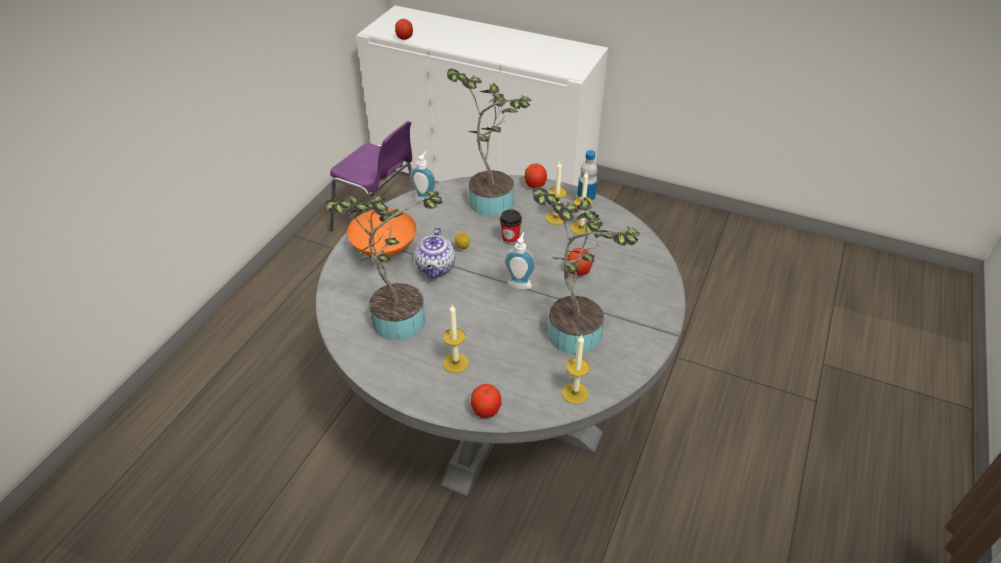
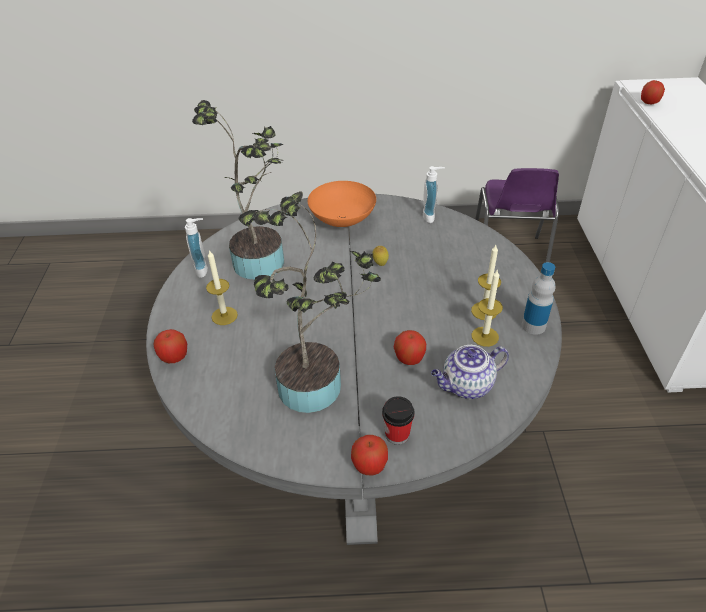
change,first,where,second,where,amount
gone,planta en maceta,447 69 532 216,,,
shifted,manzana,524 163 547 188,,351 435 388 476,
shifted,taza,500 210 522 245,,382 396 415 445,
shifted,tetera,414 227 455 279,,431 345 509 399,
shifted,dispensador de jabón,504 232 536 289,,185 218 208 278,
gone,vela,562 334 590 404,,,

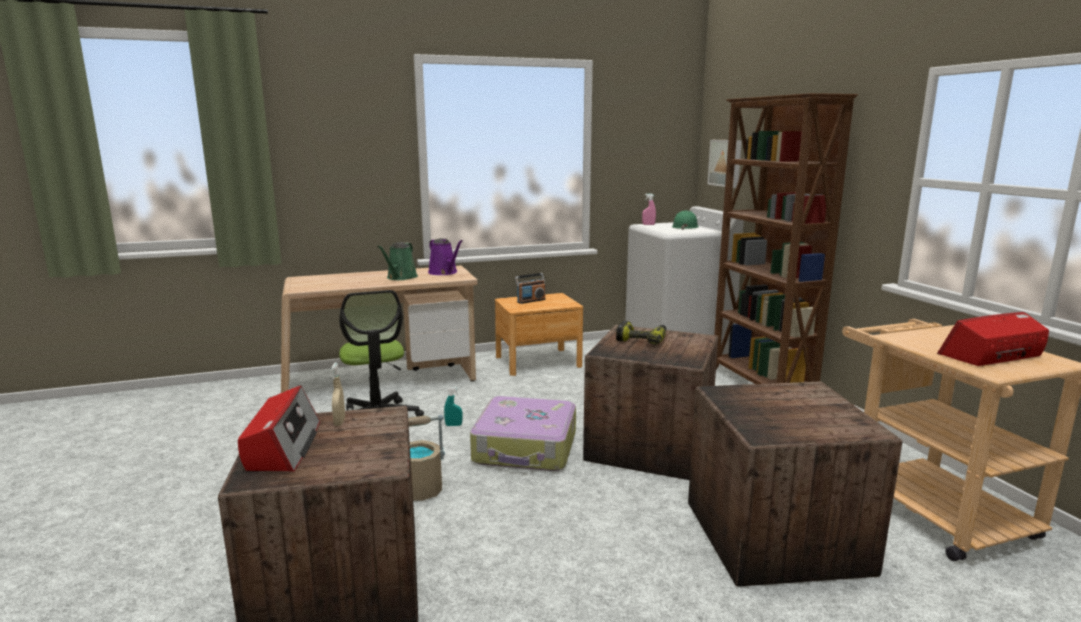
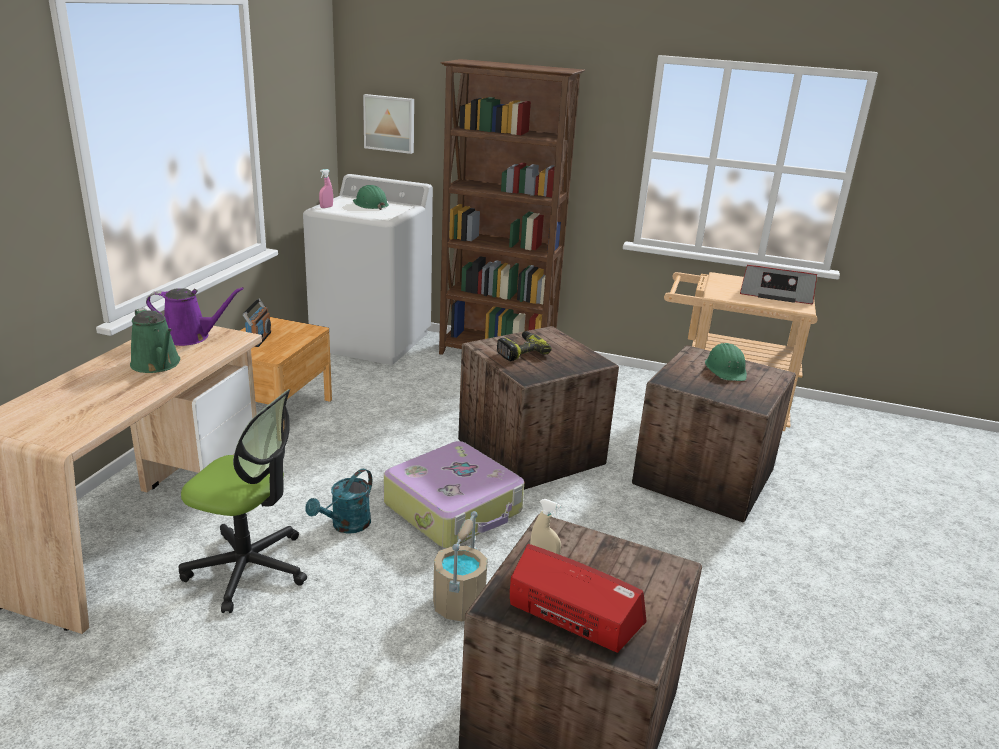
change,first,where,second,where,amount
rotated,radio,937 312 1049 366,,740 265 817 304,90 degrees counterclockwise
swapped,pulverizador/turquesa,444 387 462 426,regadera/turquesa,305 469 372 534,
new,,,casco/verde,705 343 747 381,

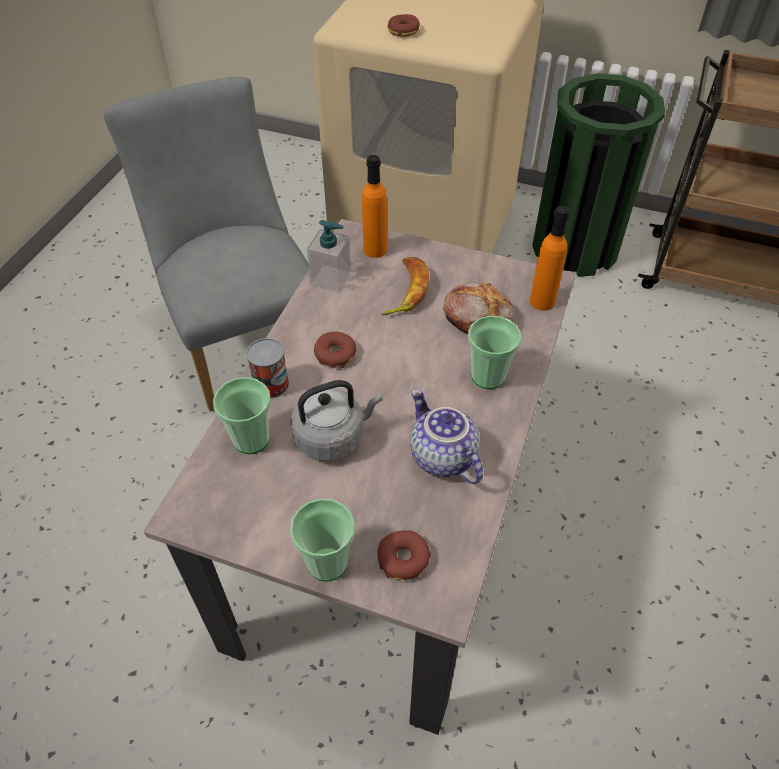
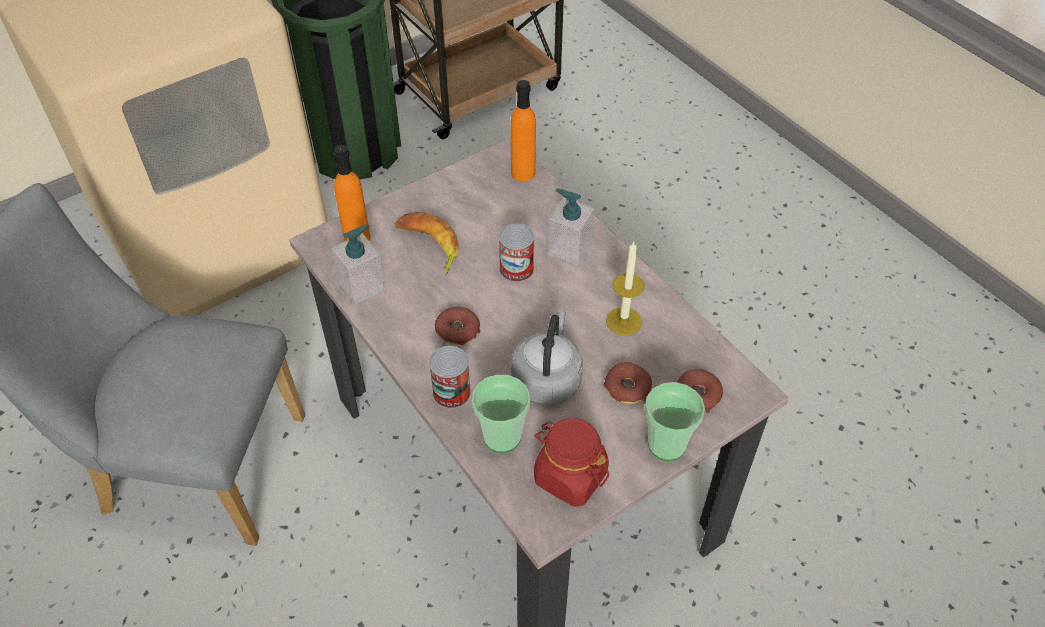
change,first,where,second,where,amount
shifted,rosquilla,388 14 420 37,,604 362 652 405,
gone,pan,443 283 514 334,,,
swapped,taza,468 316 521 389,dispensador de jabón,548 189 595 265,
swapped,tetera,410 389 483 484,vela,606 242 644 336,
new,,,lata,499 224 534 282,
new,,,tarro/rojo,534 418 609 507,

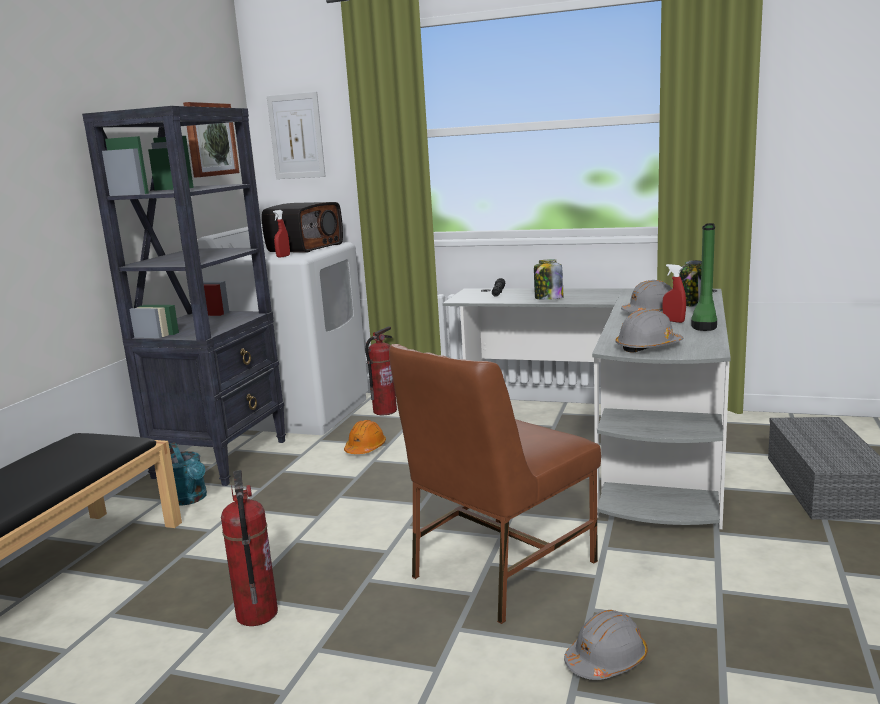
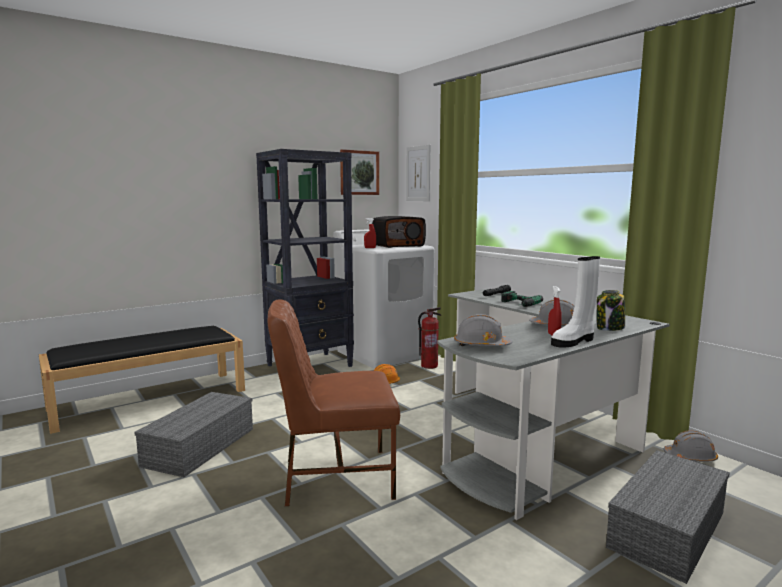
change,first,where,second,where,amount
repainted,bota/verde,691 223 717 331,bota/blanco,551 256 600 348,
swapped,tarro,534 259 563 300,taladro,501 291 543 307,
gone,regadera/turquesa,169 442 207 506,,,
swapped,extintor,221 470 278 626,caja de almacenaje/gris,134 392 253 477,
shifted,casco/gris,564 610 648 680,,663 430 718 462,

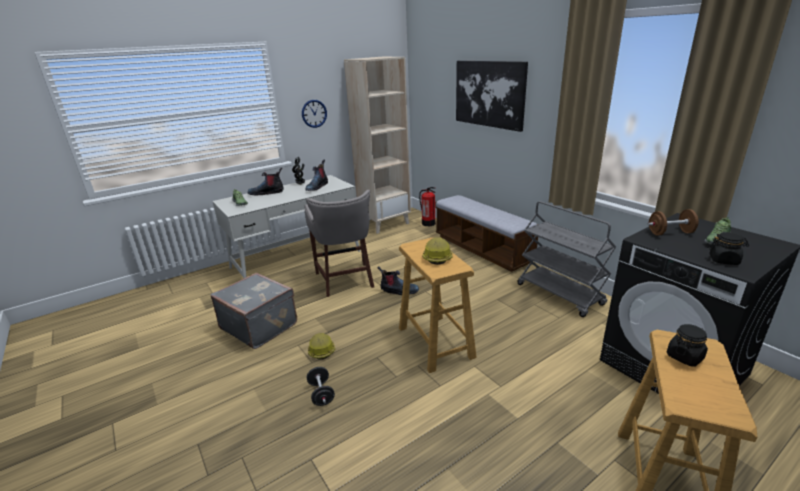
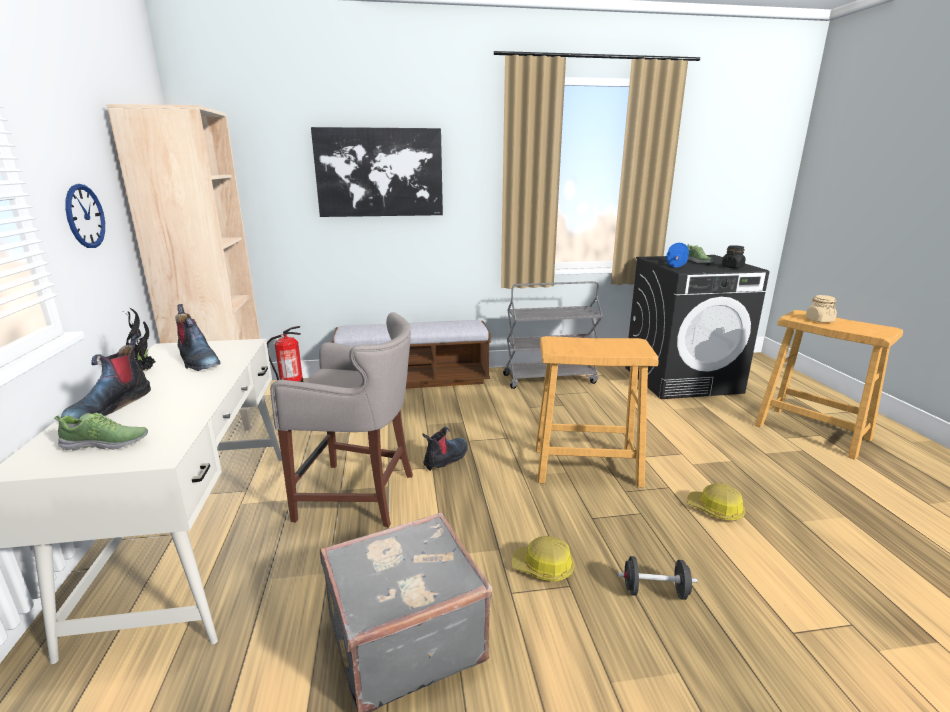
change,first,where,second,where,amount
repainted,mancuerna/marrón,648 209 699 236,mancuerna/azul,666 243 689 267,
shifted,casco,422 237 453 265,,687 483 746 521,
repainted,tarro/negro,667 324 708 367,tarro/beis,806 295 837 322,

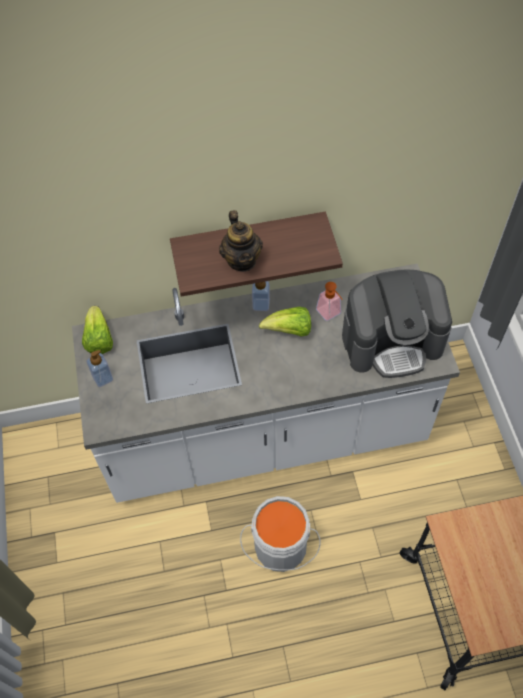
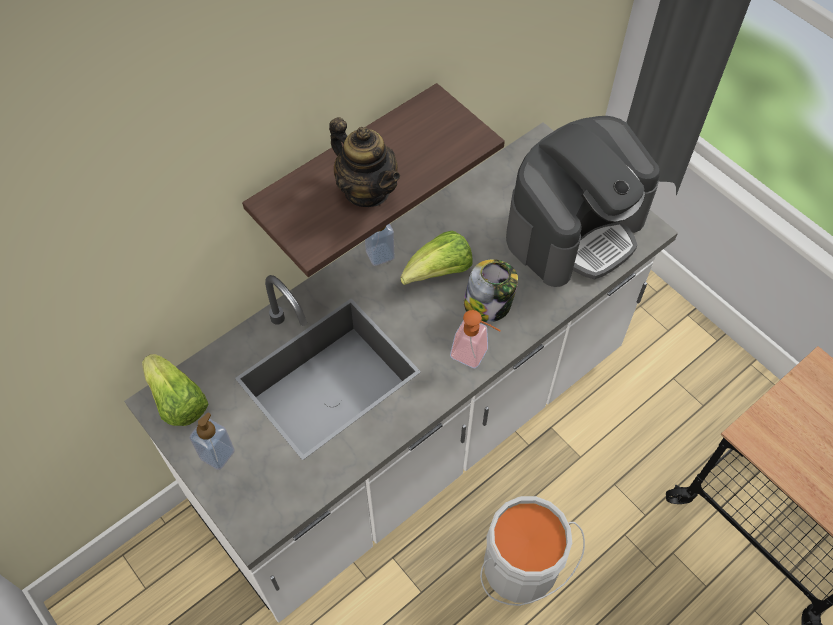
change,first,where,second,where,amount
shifted,dispensador de jabón,316 282 343 321,,450 310 501 368,
new,,,tarro,464 259 518 322,

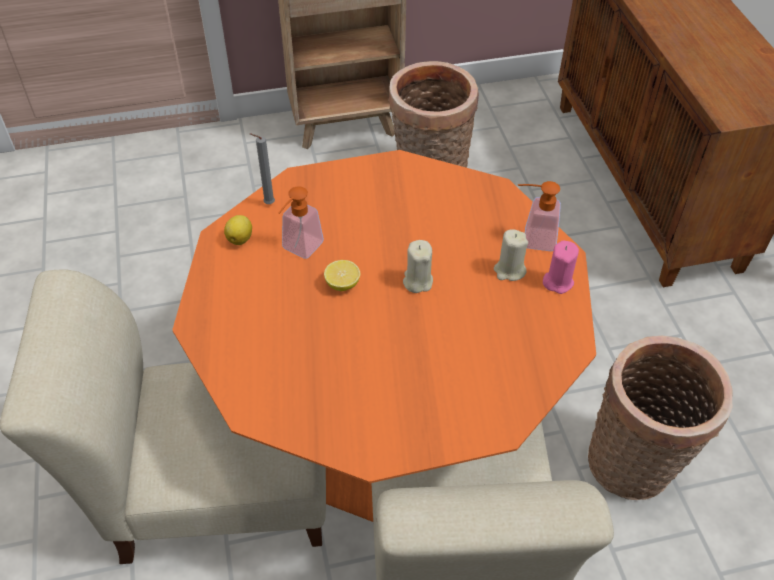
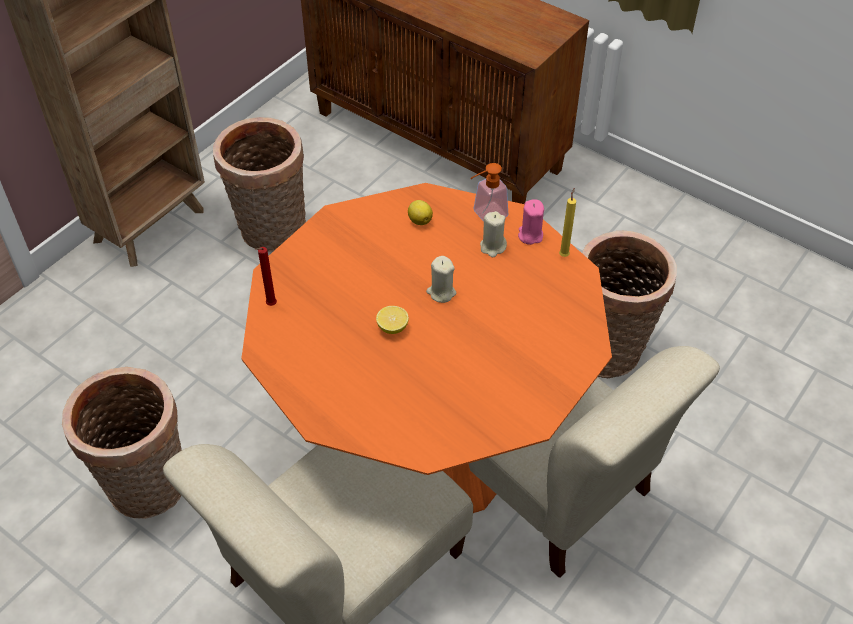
change,first,where,second,where,amount
repainted,vela/gris,250 134 275 204,vela/rojo,255 247 277 306,
gone,dispensador de jabón,278 186 324 259,,,
shifted,limón,224 215 252 245,,408 200 433 225,
new,,,vela/amarillo,559 188 576 257,
new,,,cesta,62 367 182 519,

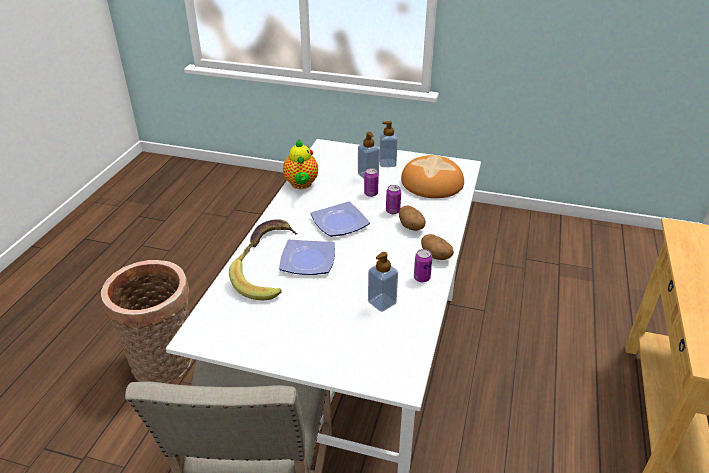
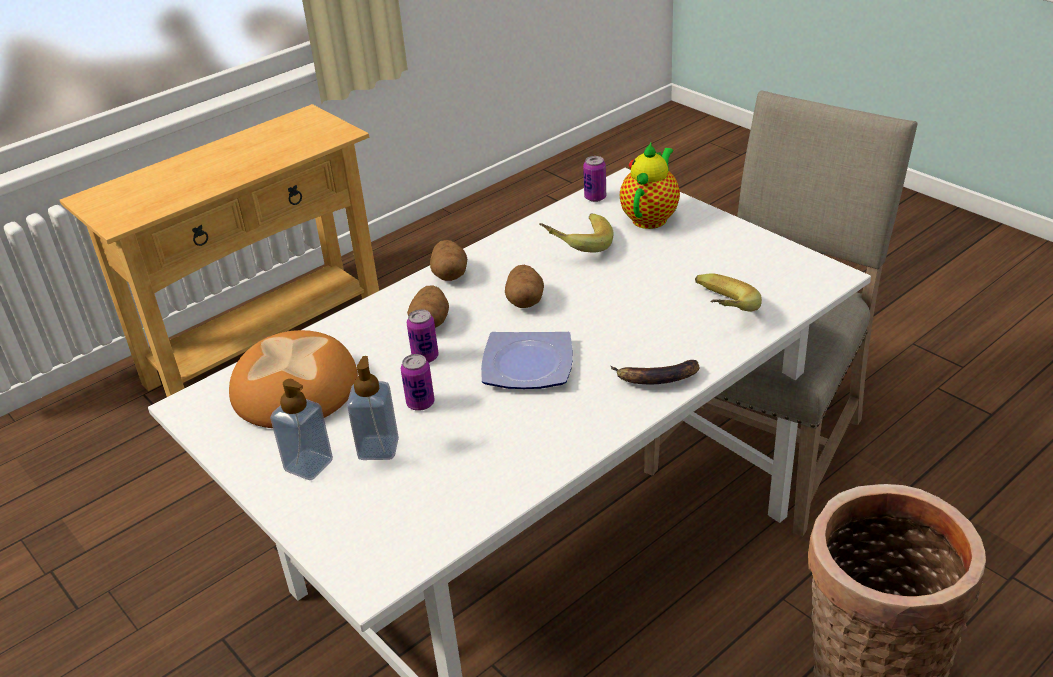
change,first,where,second,where,amount
shifted,tetera,283 140 318 189,,620 143 680 229,
gone,plato,279 240 335 275,,,
shifted,lata,414 249 432 282,,583 156 606 202,
swapped,dispensador de jabón,368 252 398 312,plátano,539 214 613 253,
new,,,patata,505 265 544 308,

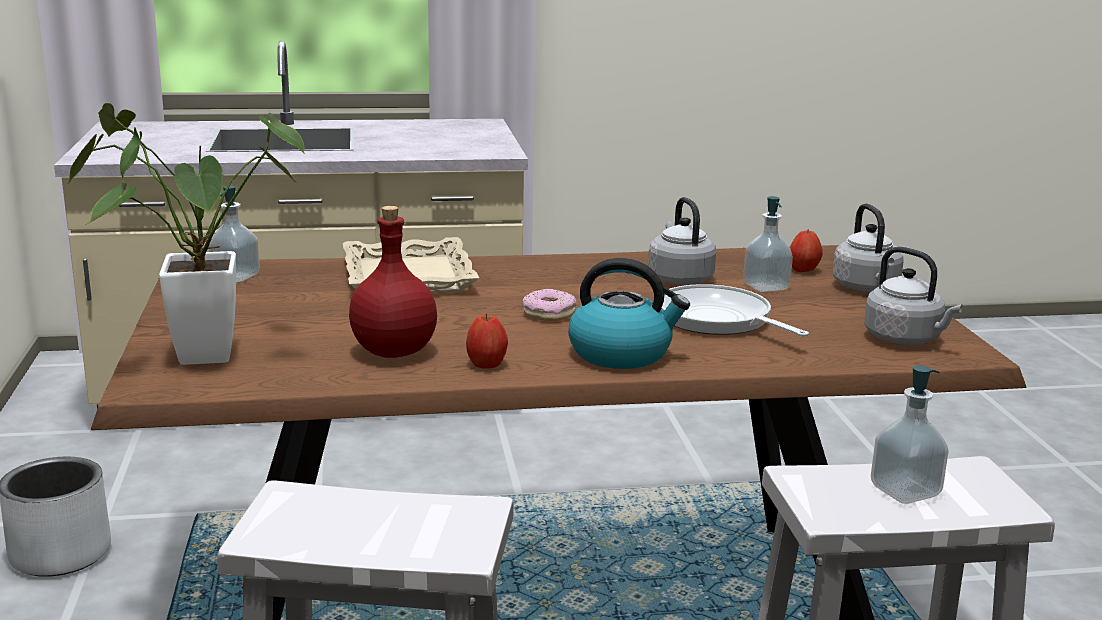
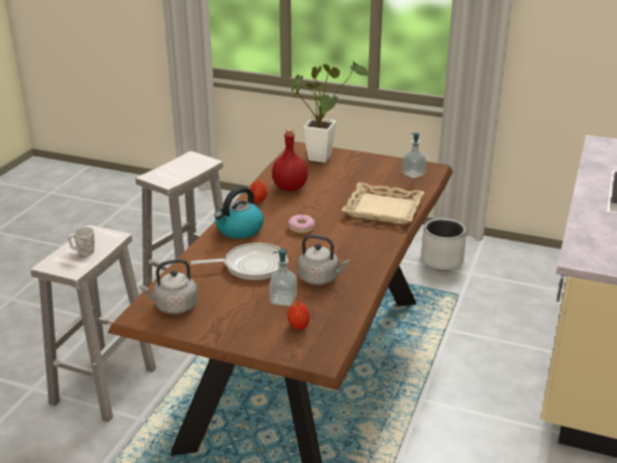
change,first,where,second,where,amount
gone,hervidor/gris,833 204 904 292,,,
swapped,dispensador de jabón,871 365 948 504,taza grande/blanco,68 227 95 256,

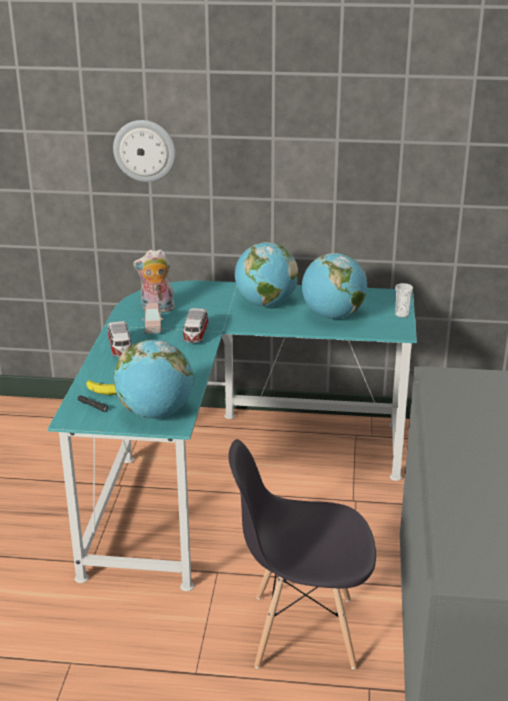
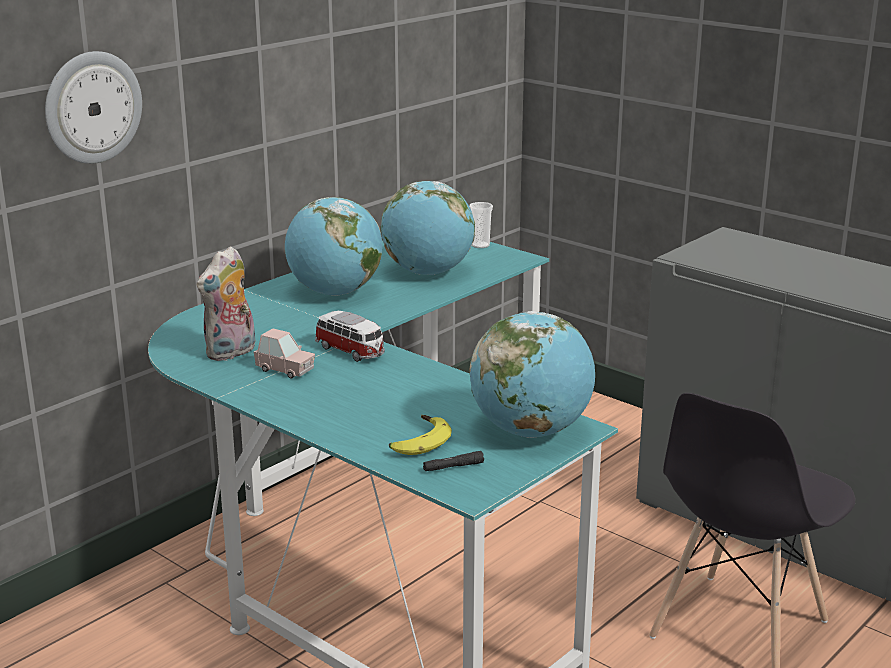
change,first,where,second,where,amount
gone,coche de juguete,108 321 132 357,,,

